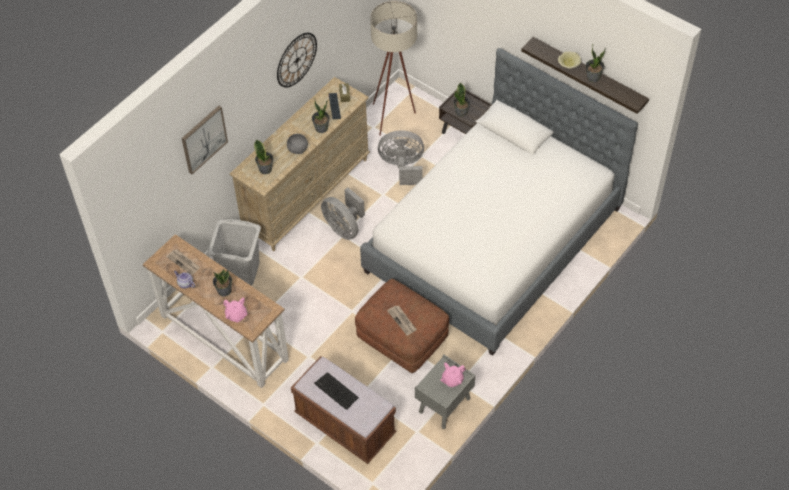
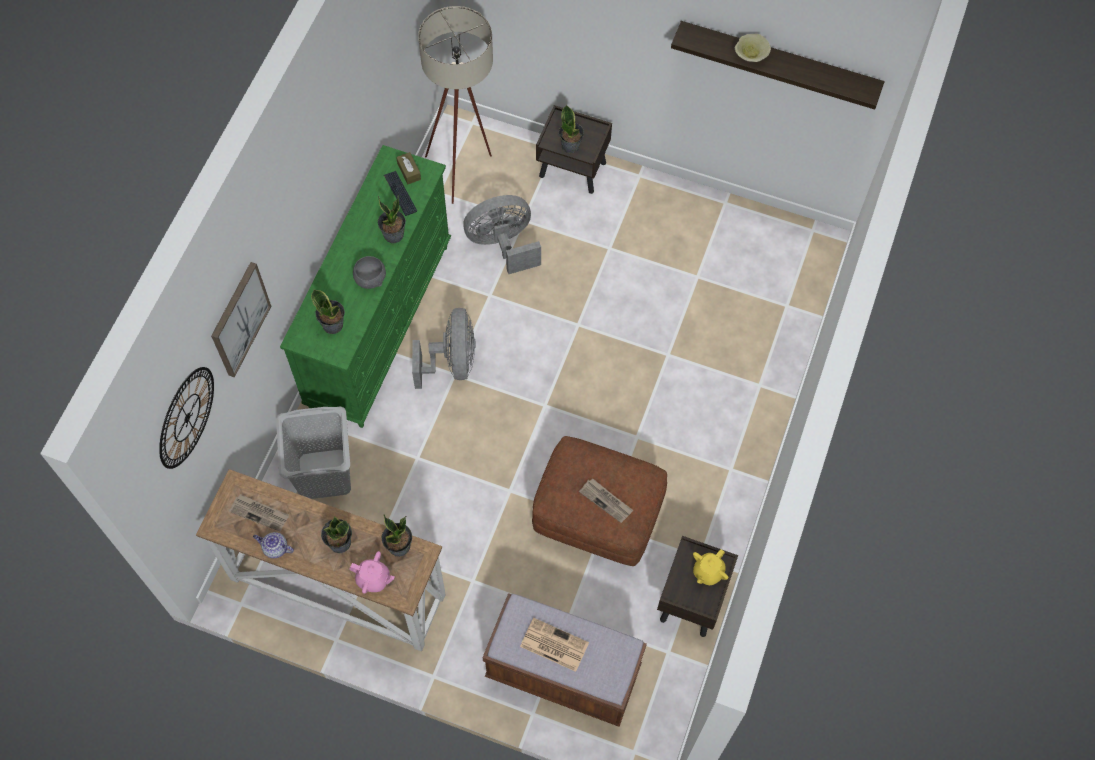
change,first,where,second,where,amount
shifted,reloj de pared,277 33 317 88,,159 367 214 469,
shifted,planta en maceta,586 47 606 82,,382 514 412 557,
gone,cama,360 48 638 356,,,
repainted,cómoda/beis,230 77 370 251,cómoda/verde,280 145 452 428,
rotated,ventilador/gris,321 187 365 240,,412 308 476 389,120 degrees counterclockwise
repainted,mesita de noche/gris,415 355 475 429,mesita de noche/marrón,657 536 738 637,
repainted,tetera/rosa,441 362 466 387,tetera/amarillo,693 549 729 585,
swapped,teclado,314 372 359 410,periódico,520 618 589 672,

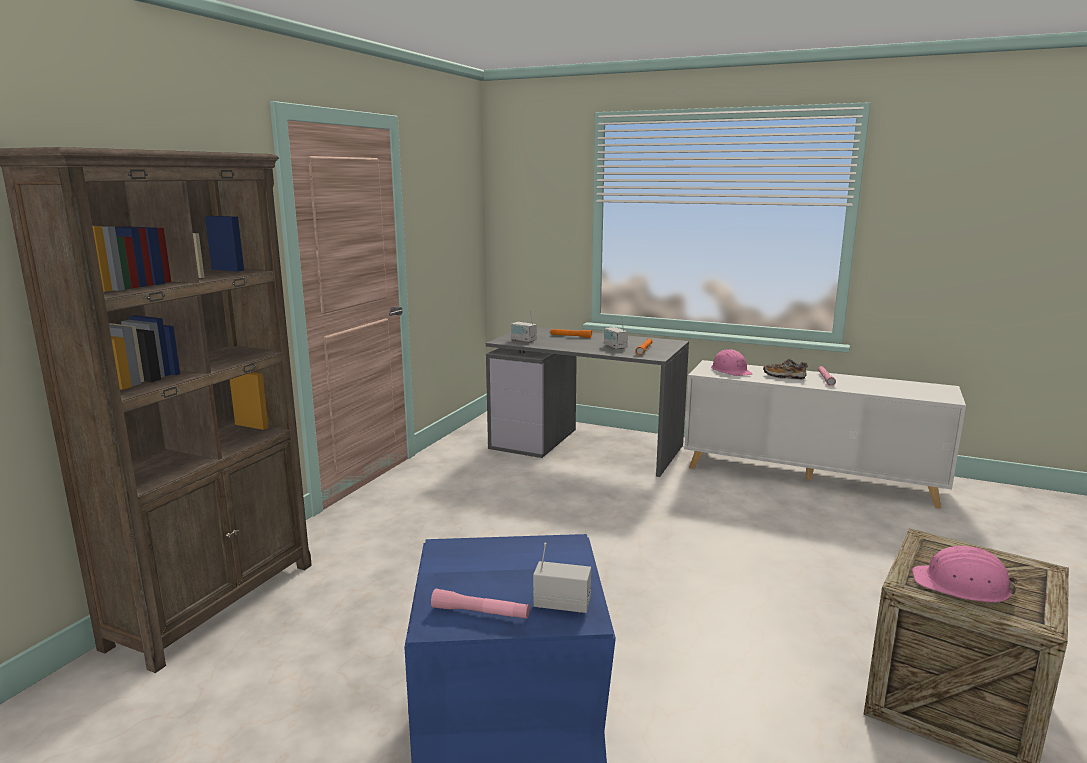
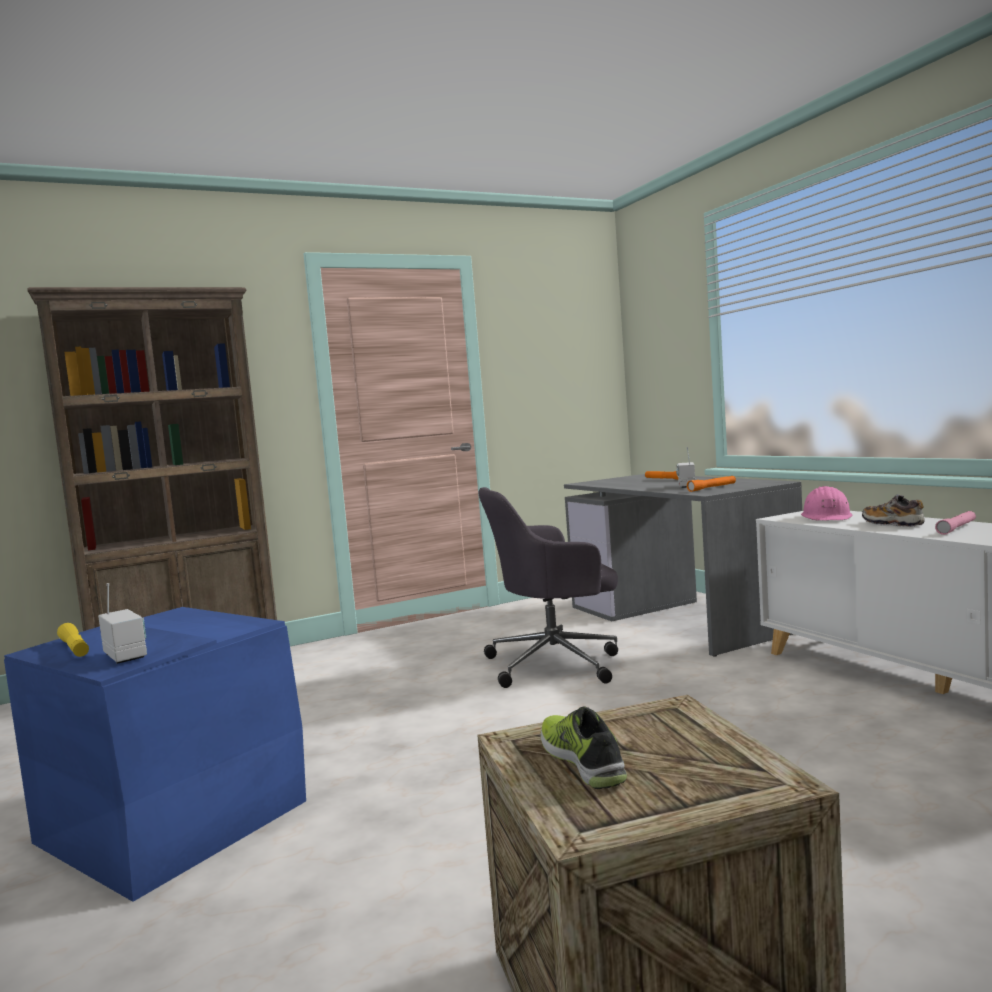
change,first,where,second,where,amount
gone,radio,511 311 537 343,,,
swapped,casco/rosa,912 546 1018 603,zapato,540 706 627 789,
repainted,linterna/rosa,431 589 530 619,linterna/amarillo,57 623 89 657,
new,,,silla de oficina/gris,478 487 618 688,

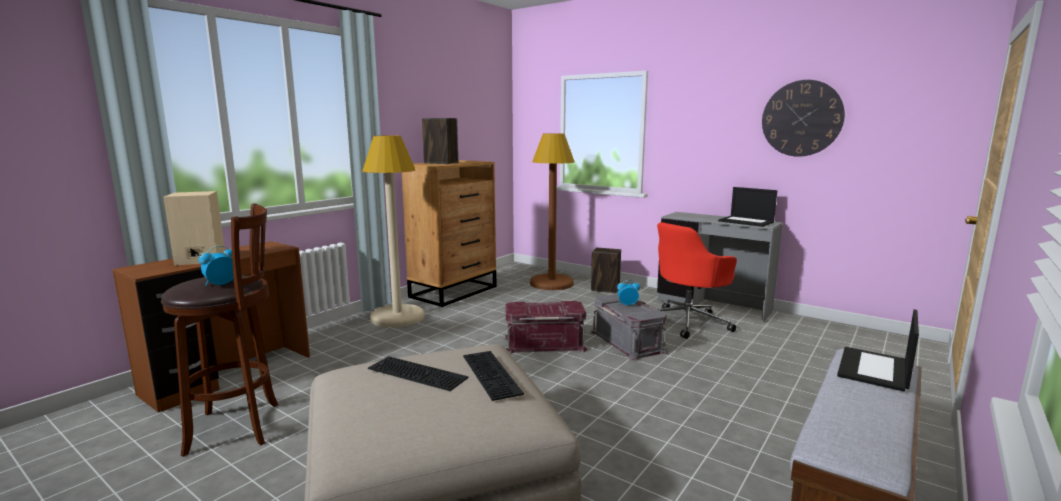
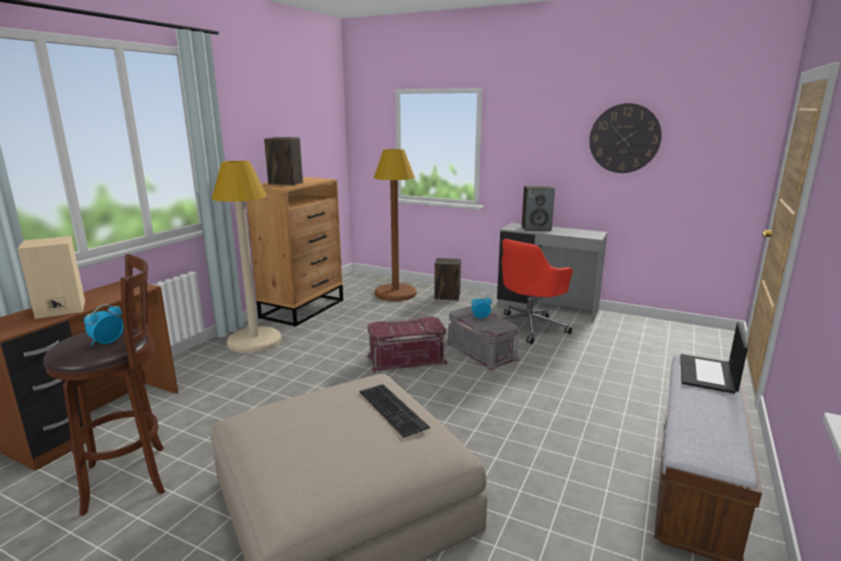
change,first,where,second,where,amount
gone,portátil,718 187 777 227,,,
gone,teclado,368 356 469 391,,,
new,,,altavoz,522 186 555 231,

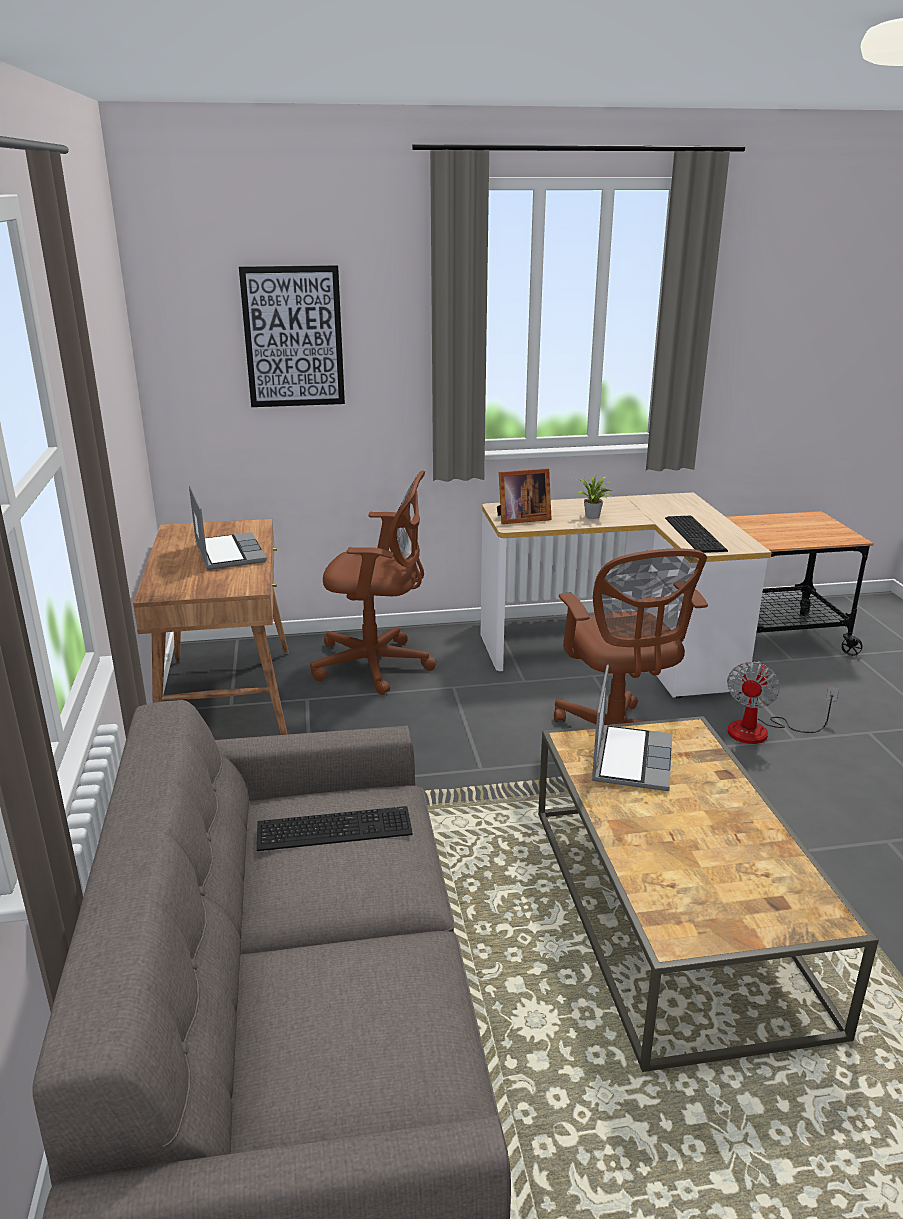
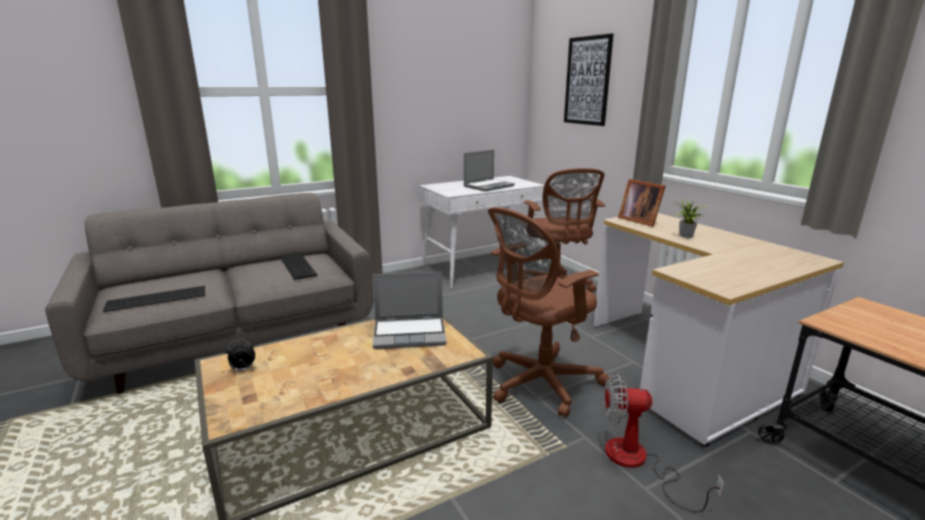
change,first,where,second,where,amount
shifted,teclado,665 516 728 553,,103 286 205 312,
repainted,escritorio/marrón,133 519 289 735,escritorio/blanco,419 176 544 288,
new,,,despertador,225 340 255 372,

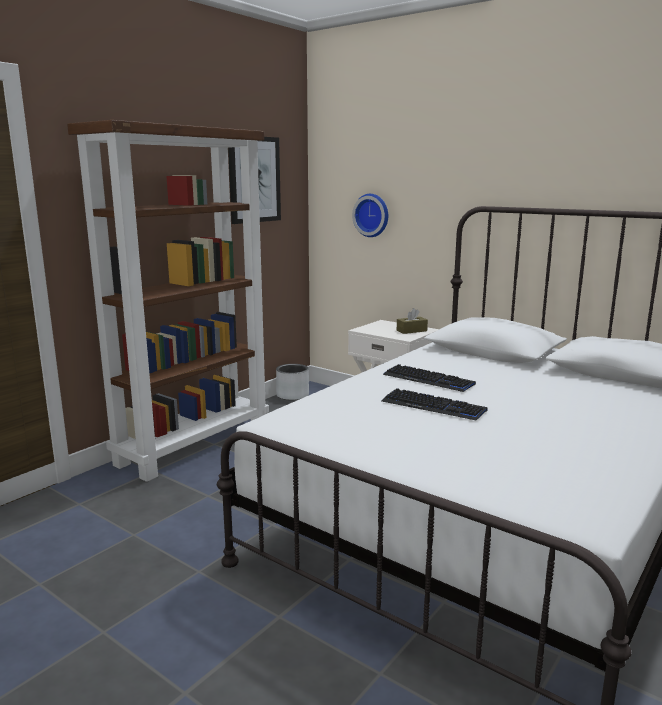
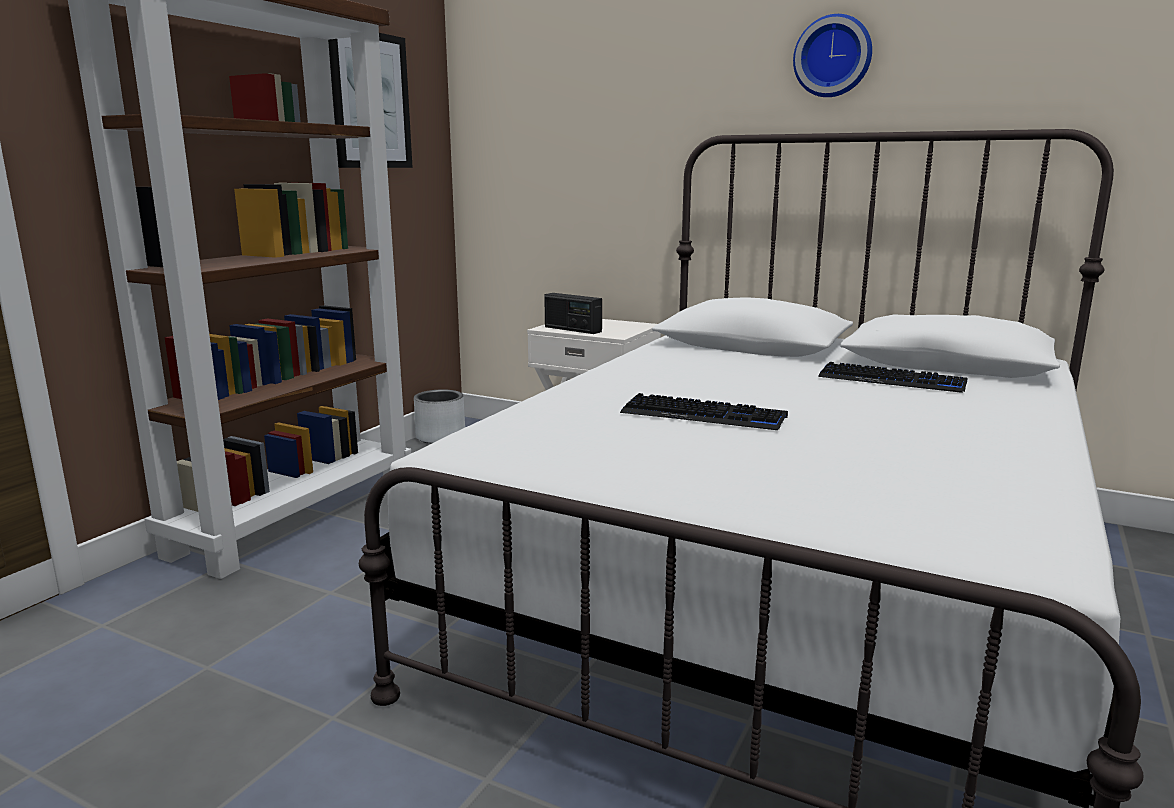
change,first,where,second,where,amount
shifted,reloj de pared,352 194 388 237,,793 14 872 97,
gone,caja de pañuelos/marrón,397 308 428 334,,,
shifted,teclado,383 364 476 392,,818 362 968 393,
new,,,radio,544 293 602 334,

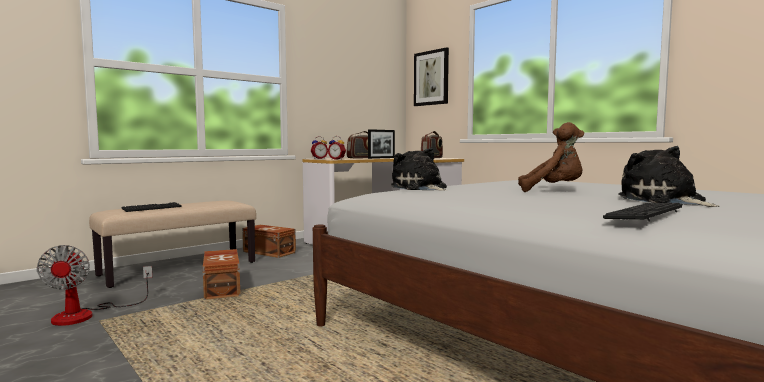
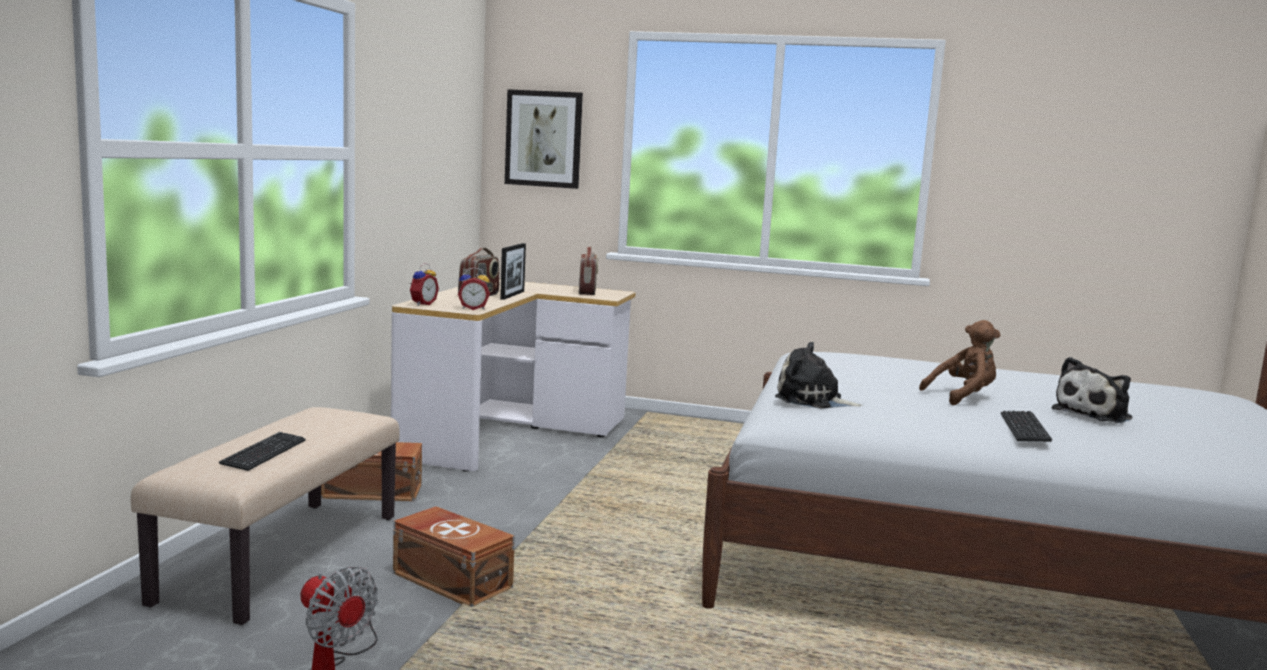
change,first,where,second,where,amount
rotated,peluche,618 146 719 207,,1052 357 1133 423,75 degrees counterclockwise
shifted,teclado,603 203 683 221,,1001 411 1052 442,

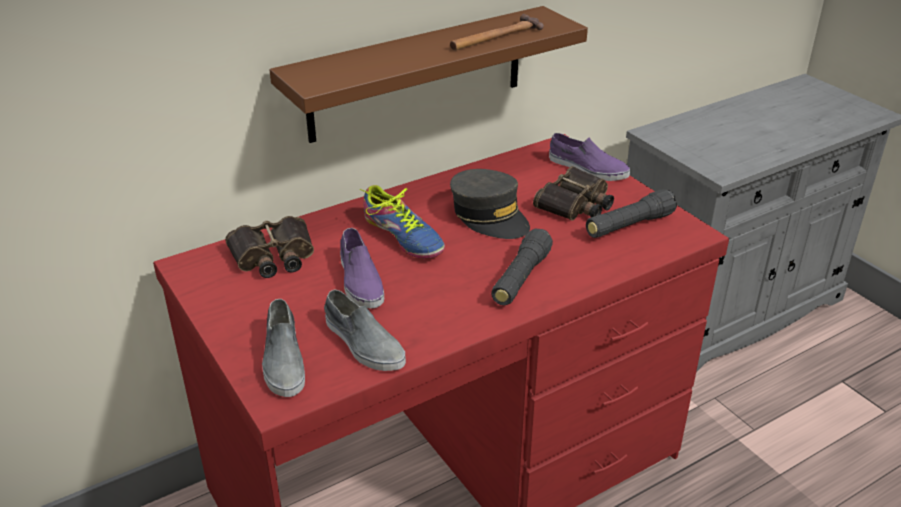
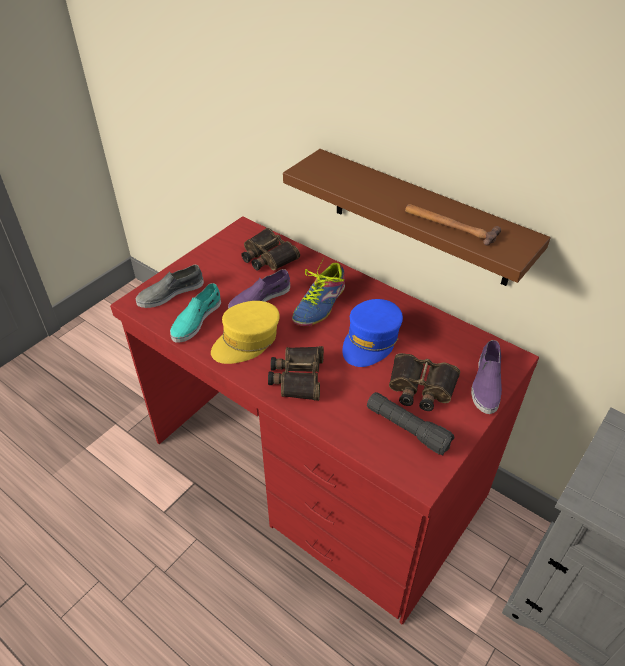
change,first,where,second,where,amount
repainted,gorra/gris,450 169 530 239,gorra/azul,342 299 403 367,
swapped,linterna/negro,491 229 553 305,prismáticos,268 346 324 401,
repainted,zapato/gris,324 290 406 371,zapato/turquesa,170 283 221 343,
new,,,gorra/amarillo,211 301 280 364,

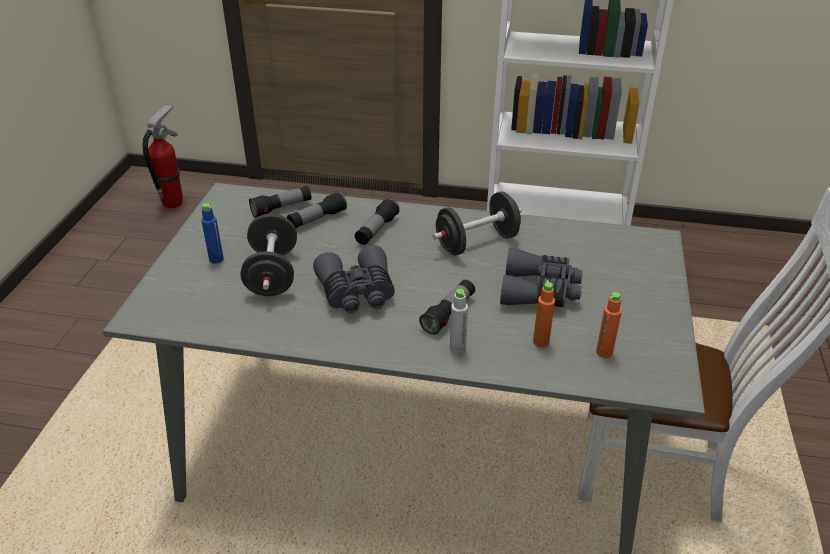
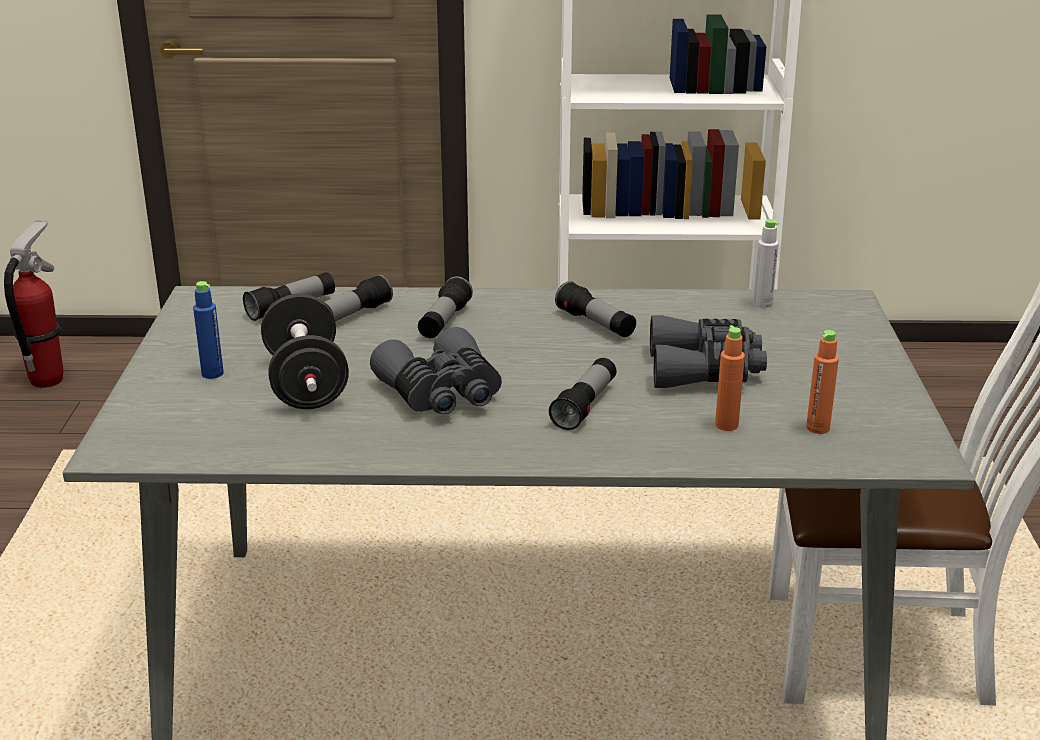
change,first,where,second,where,amount
swapped,mancuerna/negro,433 192 522 255,linterna,555 281 636 337,
shifted,botella/gris,450 289 468 354,,753 219 779 308,

